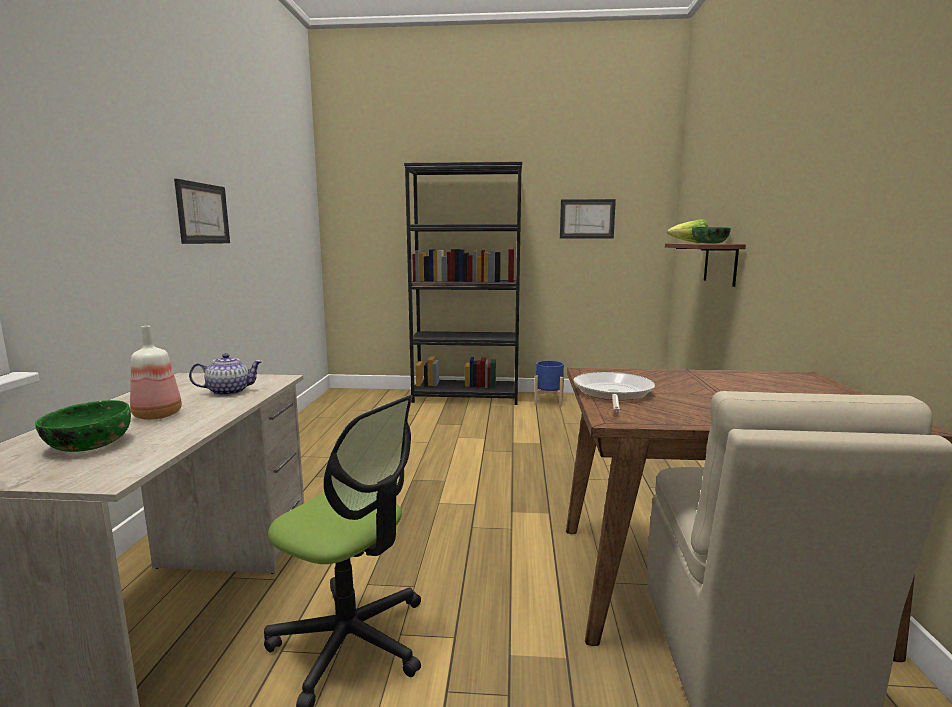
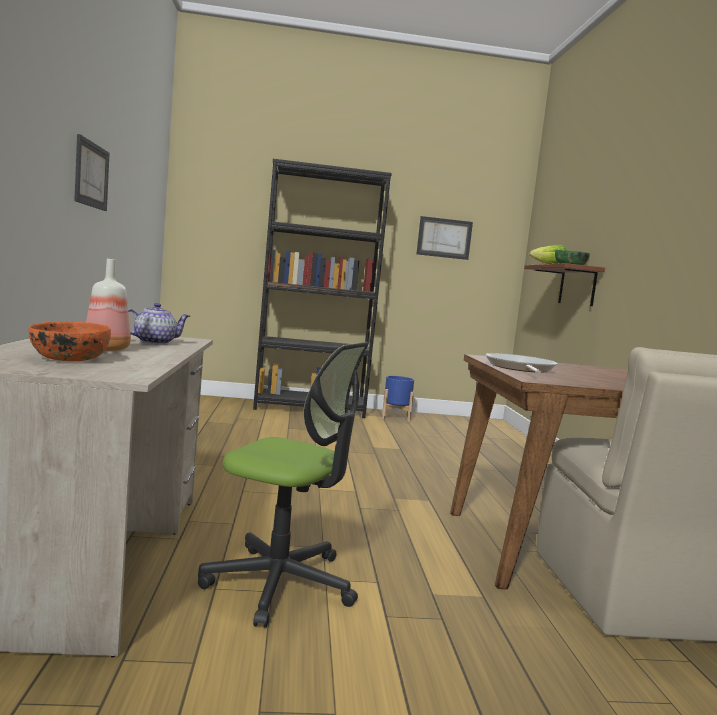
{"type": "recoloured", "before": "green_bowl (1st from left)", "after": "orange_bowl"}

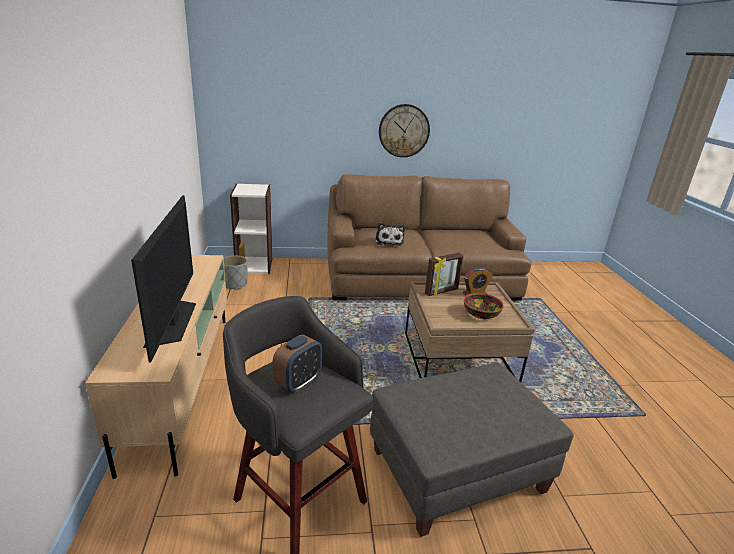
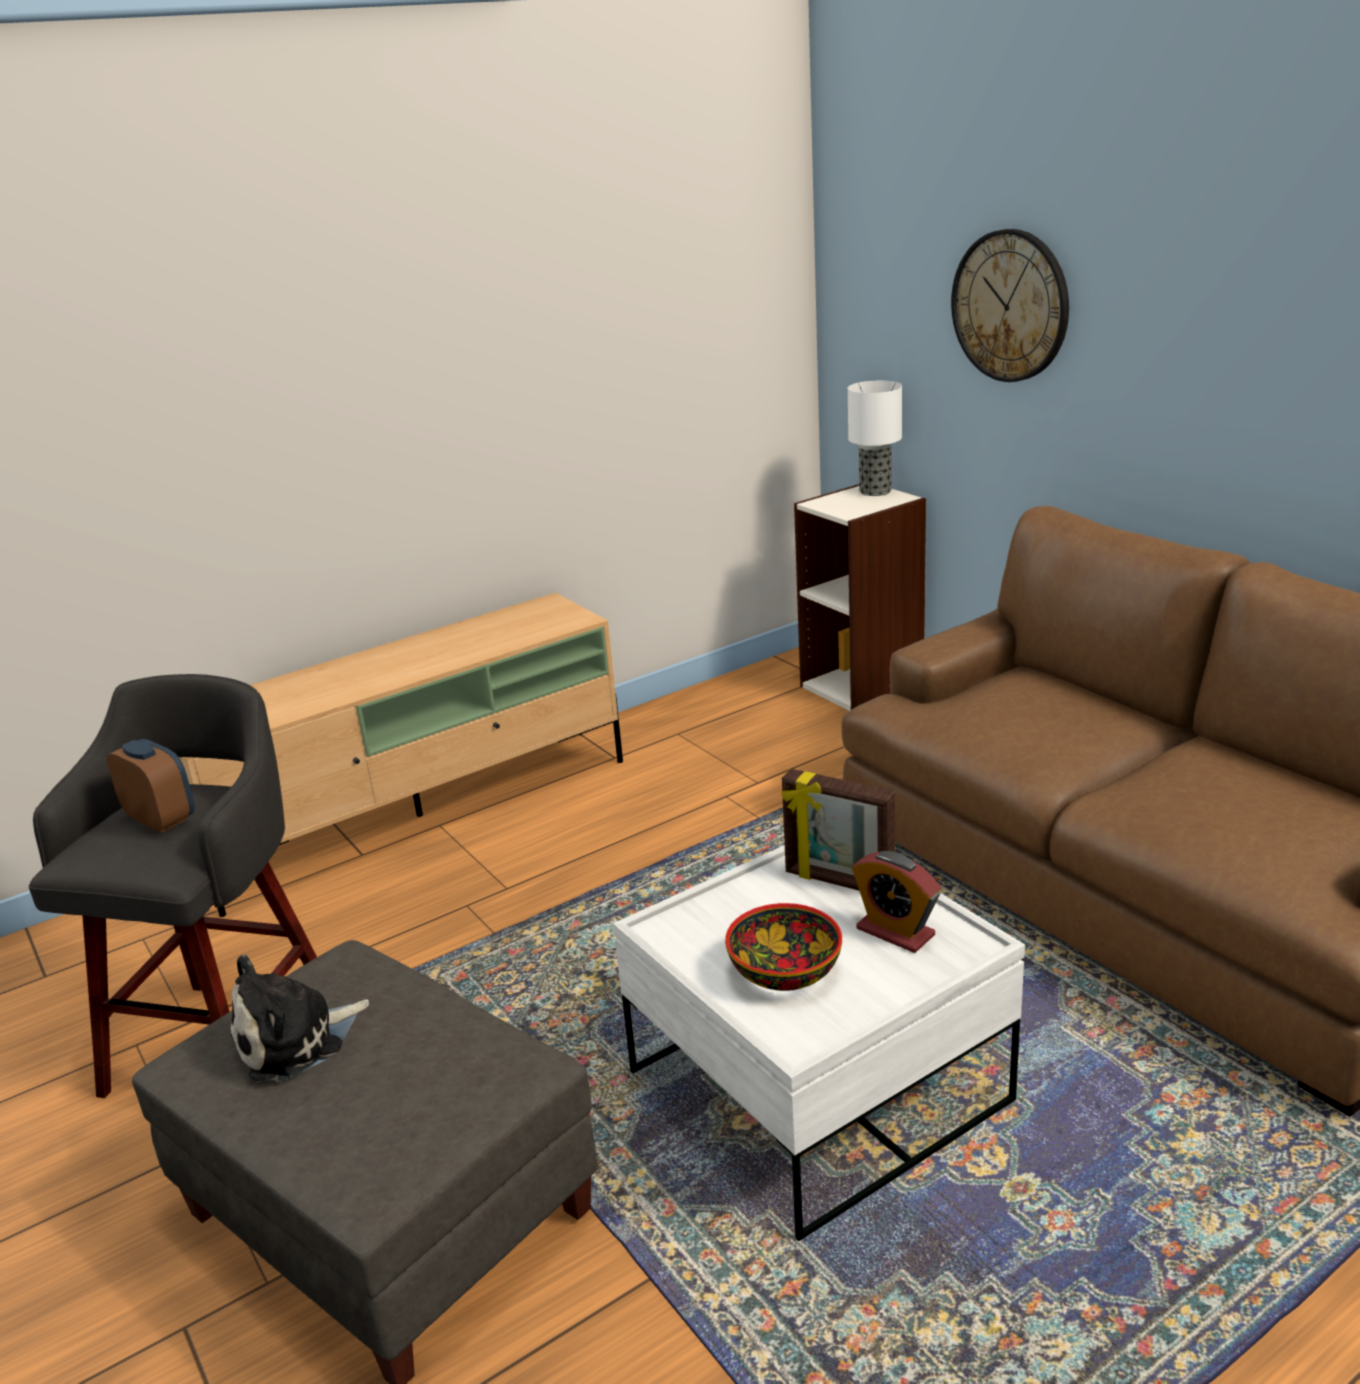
{"type": "moved", "before": "wall_clock"}
{"type": "removed", "before": "television"}
{"type": "moved", "before": "plush_toy"}
{"type": "removed", "before": "grey_planter"}
{"type": "recoloured", "before": "brown_coffee_table", "after": "white_coffee_table"}
{"type": "turned", "before": "alarm_clock (1st from left)", "turn": -150}
{"type": "added", "after": "table_lamp"}

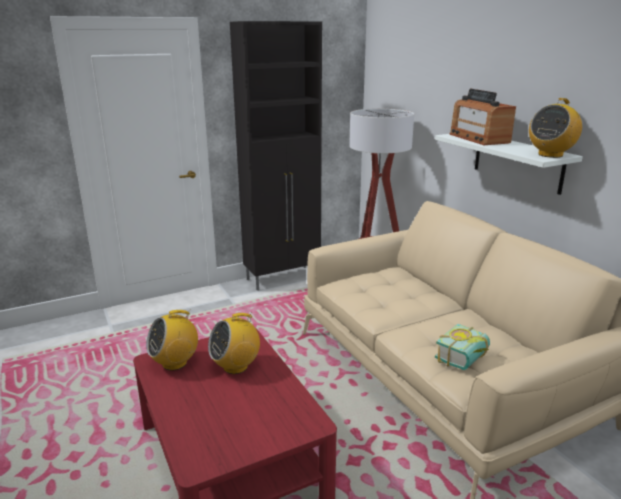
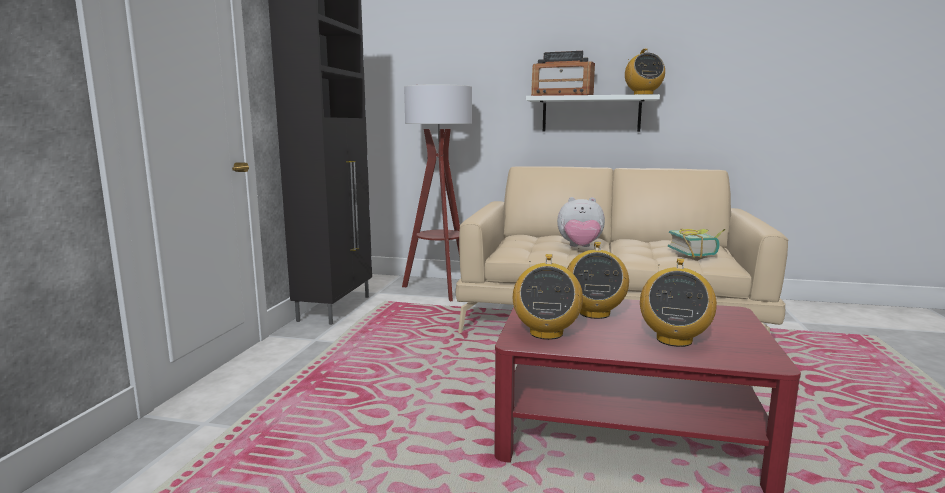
{"type": "added", "after": "plush_toy"}
{"type": "added", "after": "radio (5th from left)"}

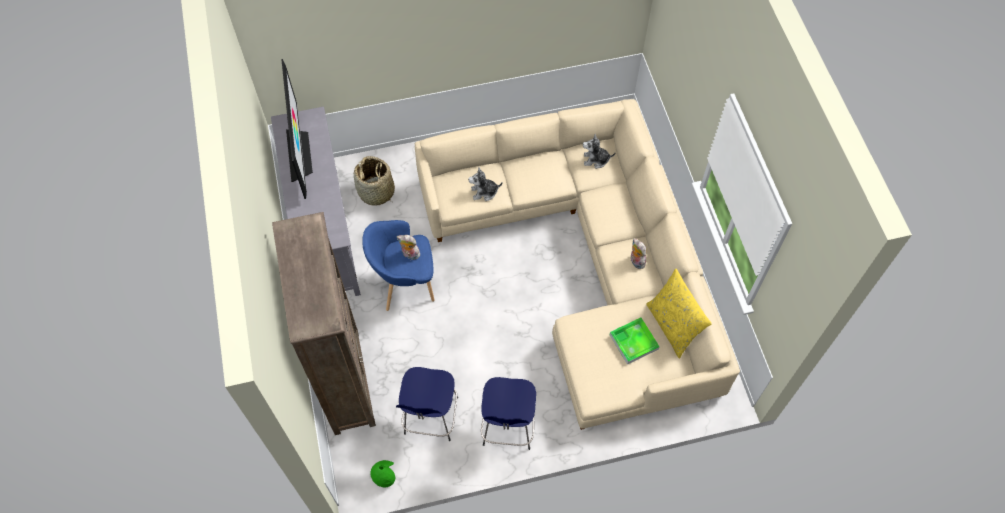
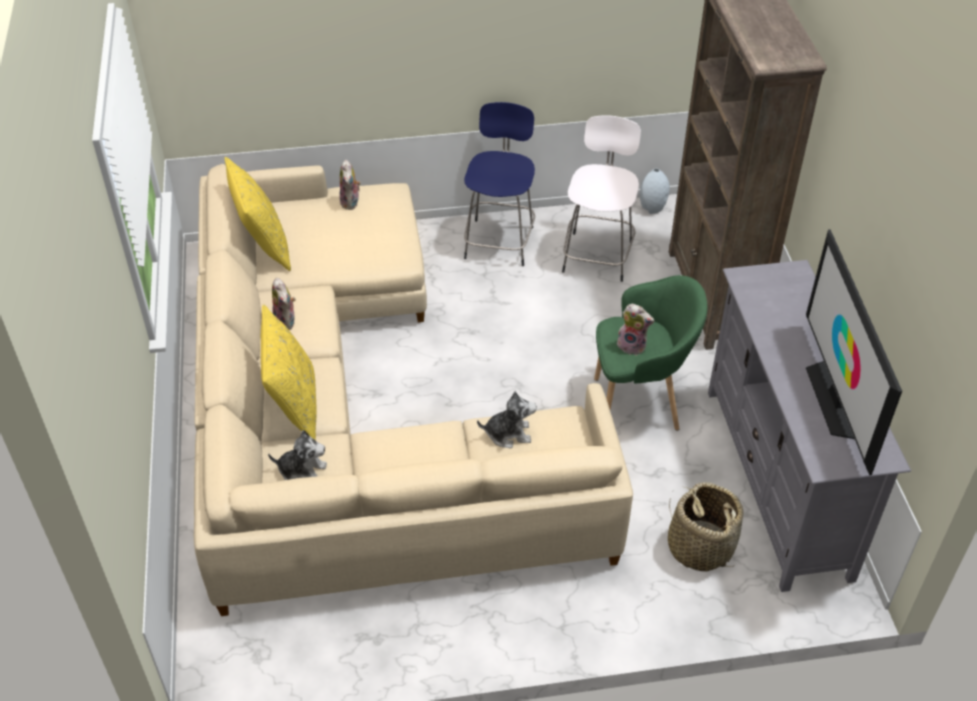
{"type": "recoloured", "before": "blue_armchair", "after": "green_armchair"}
{"type": "removed", "before": "tray"}
{"type": "recoloured", "before": "blue_stool (1st from left)", "after": "white_stool"}
{"type": "recoloured", "before": "green_vase", "after": "grey_vase"}
{"type": "added", "after": "plush_toy (3rd from left)"}
{"type": "added", "after": "yellow_pillow (2nd from left)"}

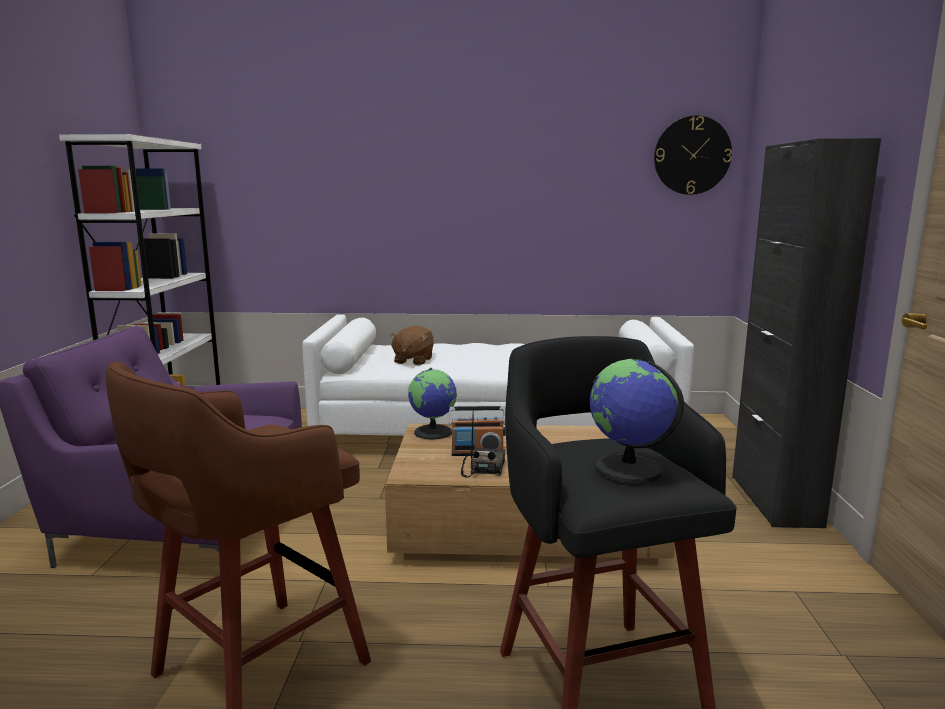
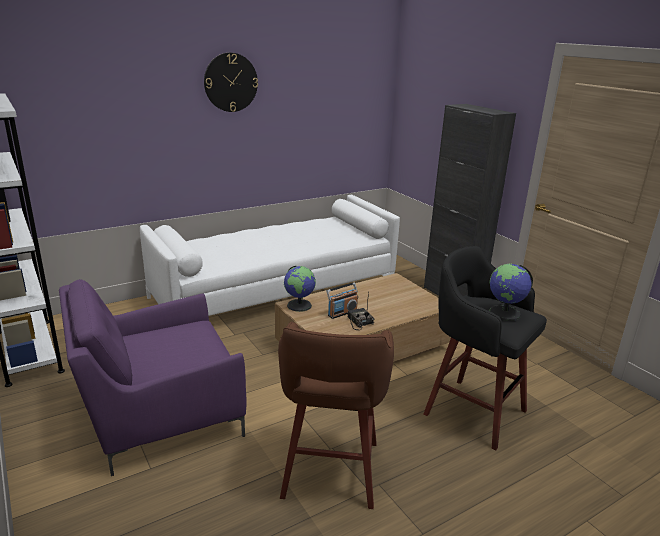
{"type": "moved", "before": "wall_clock"}
{"type": "removed", "before": "brown_plush_toy"}

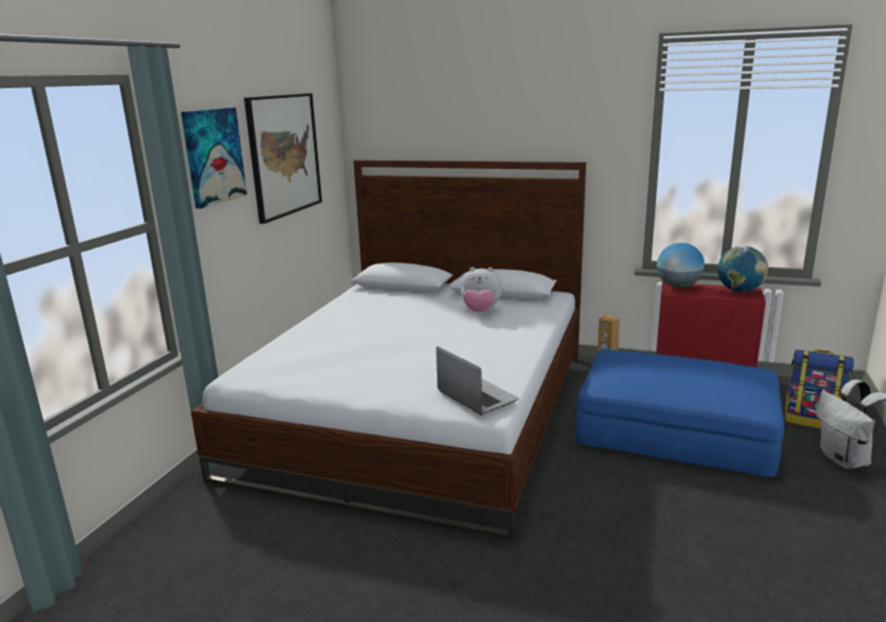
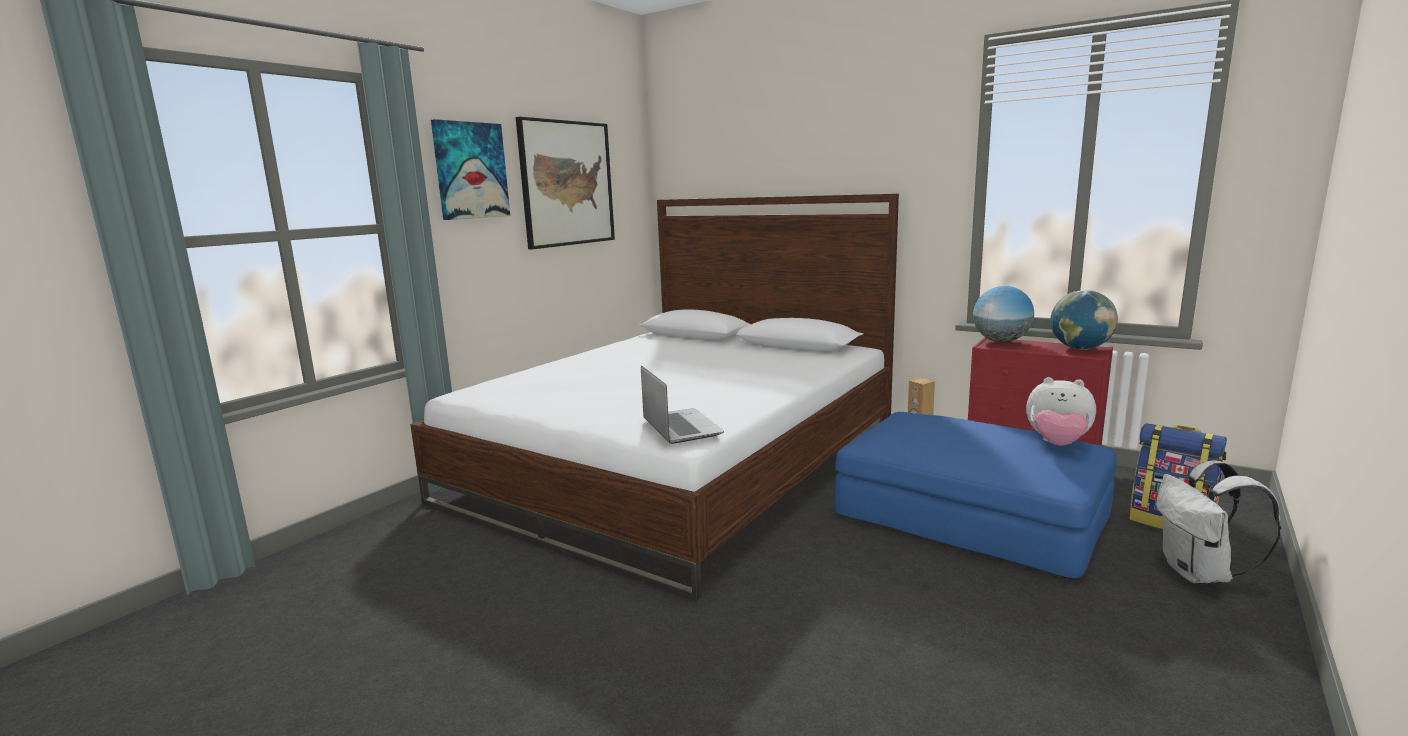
{"type": "moved", "before": "plush_toy"}

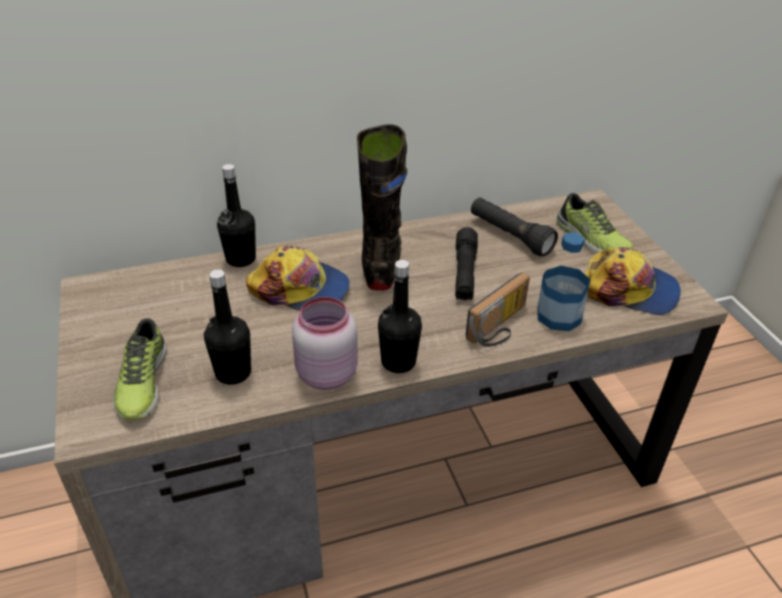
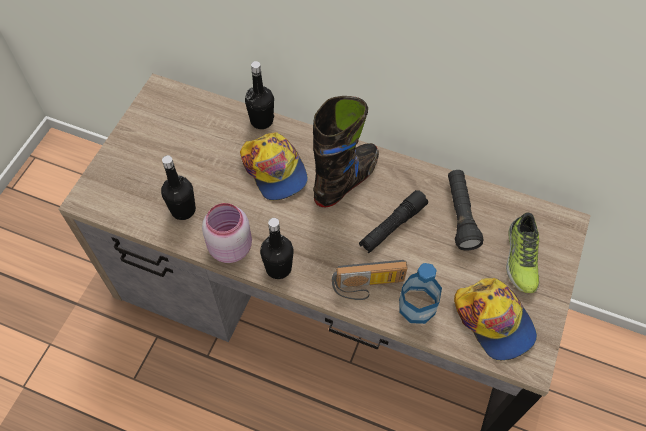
{"type": "removed", "before": "shoe (1st from left)"}

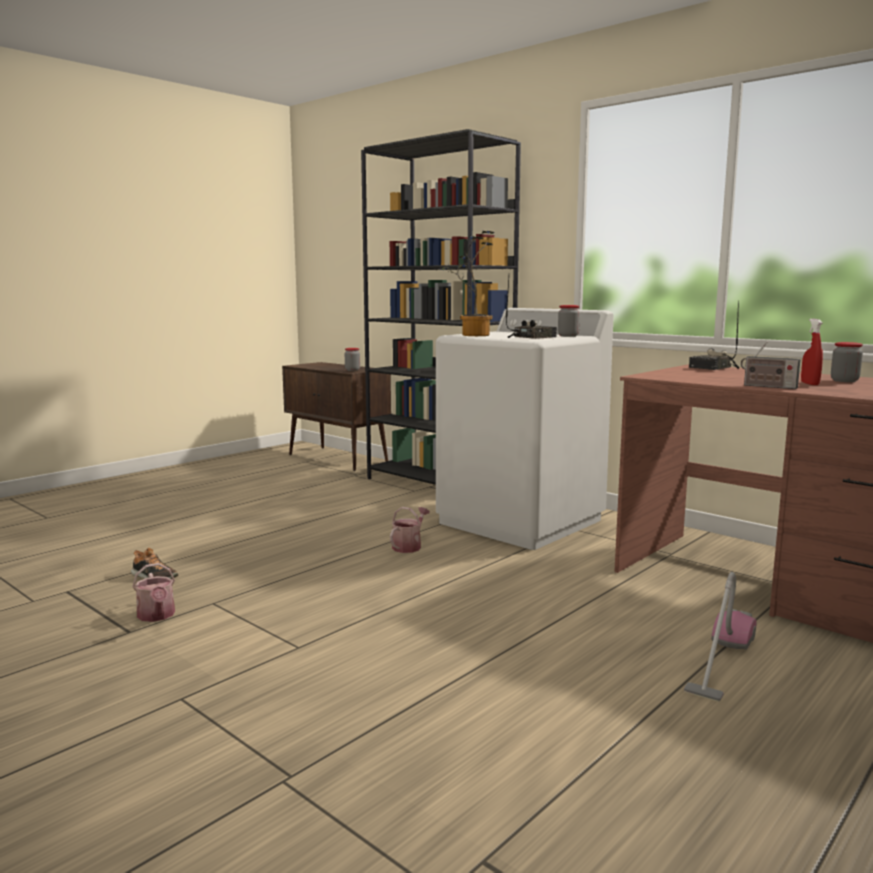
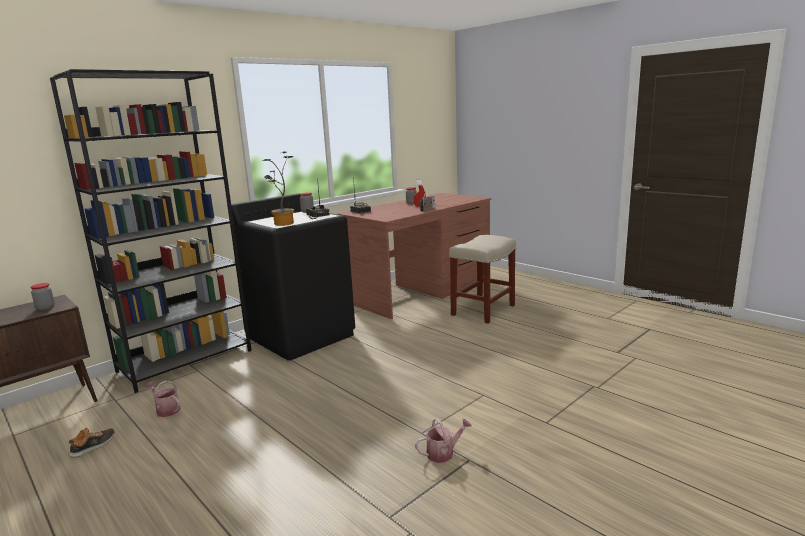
{"type": "recoloured", "before": "white_washing_machine", "after": "black_washing_machine"}
{"type": "moved", "before": "watering_can (2nd from left in the first image)", "after": "watering_can (1st from left)"}
{"type": "moved", "before": "shoe"}
{"type": "replaced", "before": "vacuum_cleaner", "after": "beige_stool"}

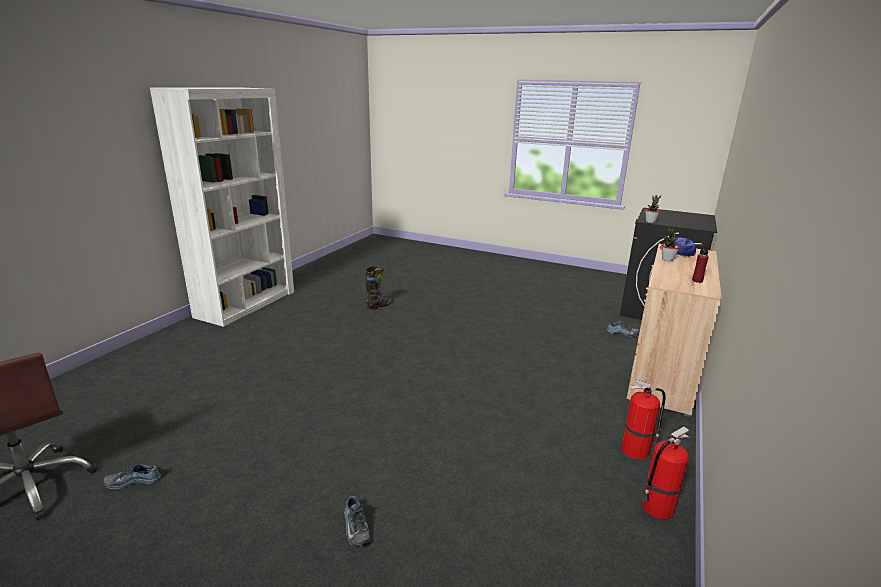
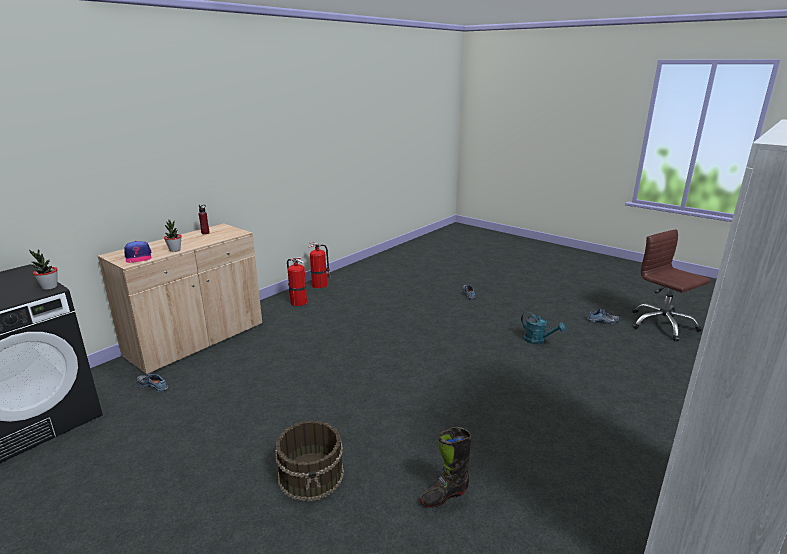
{"type": "added", "after": "turquoise_watering_can"}
{"type": "added", "after": "brown_bucket"}

